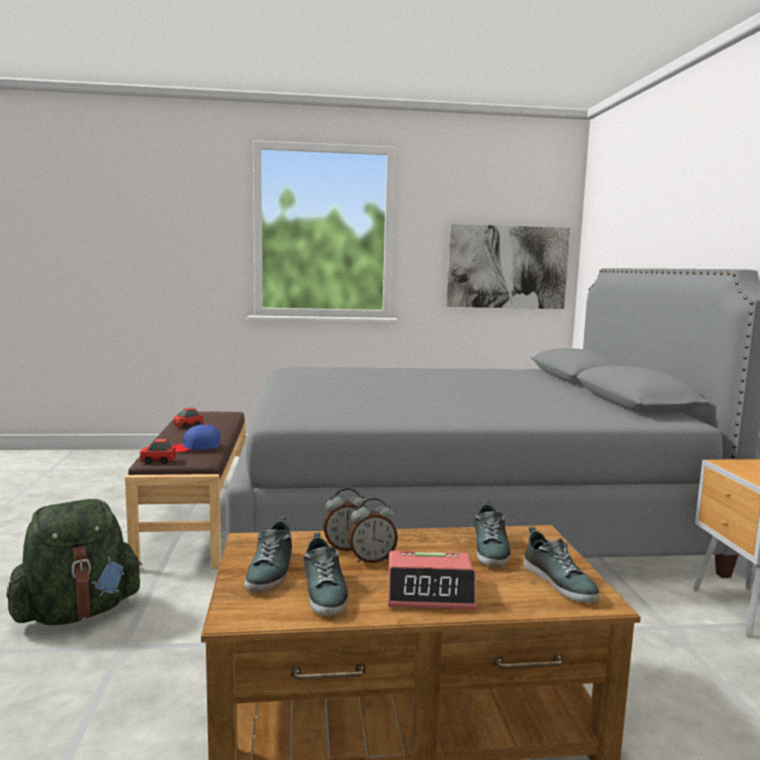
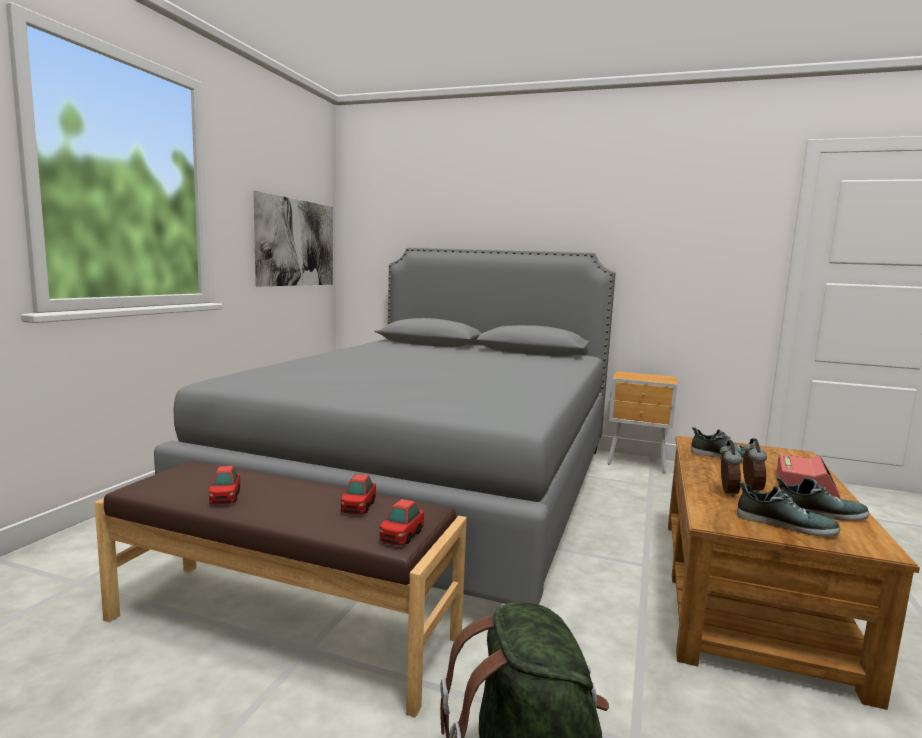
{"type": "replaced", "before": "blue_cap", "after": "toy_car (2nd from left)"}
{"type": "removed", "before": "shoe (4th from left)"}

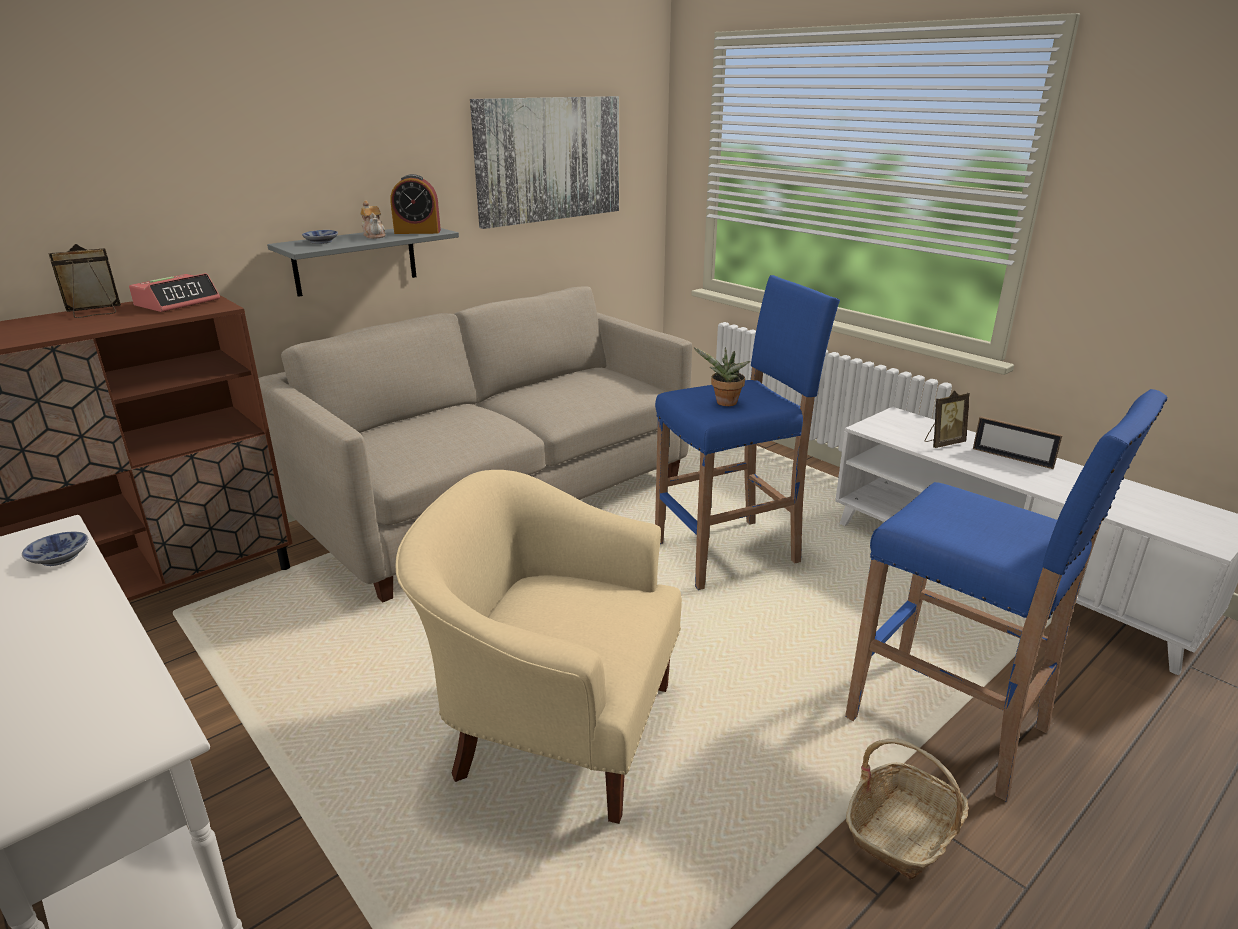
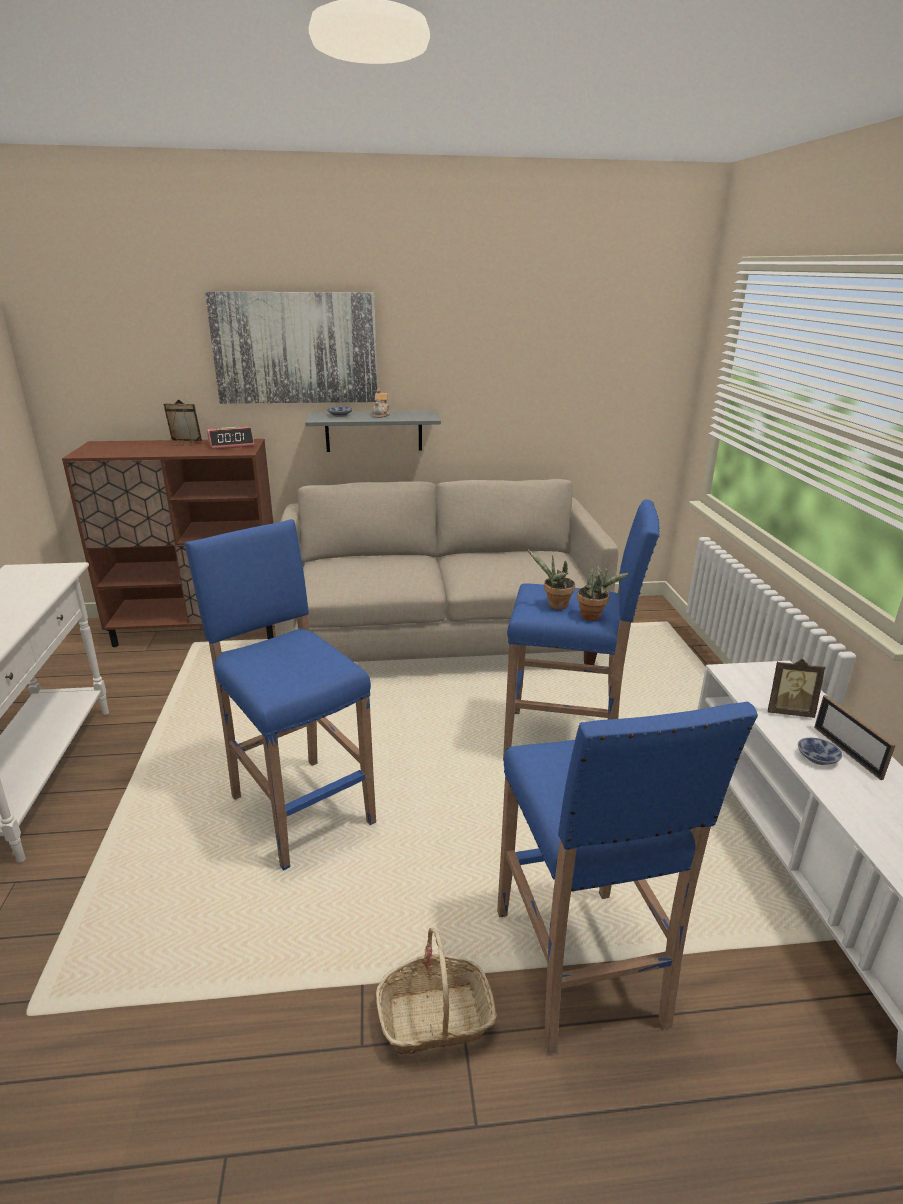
{"type": "moved", "before": "picture"}
{"type": "removed", "before": "alarm_clock (2nd from left)"}
{"type": "replaced", "before": "beige_armchair", "after": "blue_stool (1st from left)"}
{"type": "moved", "before": "bowl (1st from left in the first image)", "after": "bowl (2nd from left)"}
{"type": "added", "after": "potted_plant (2nd from left)"}

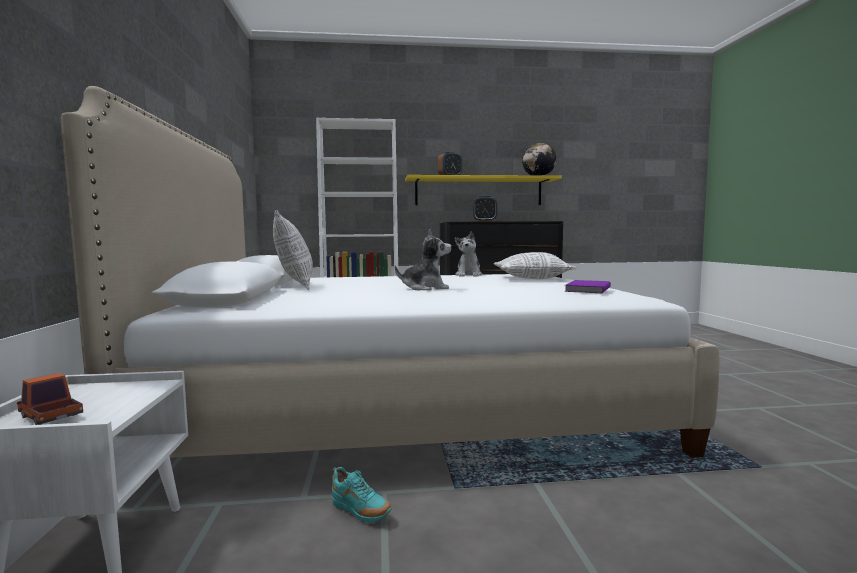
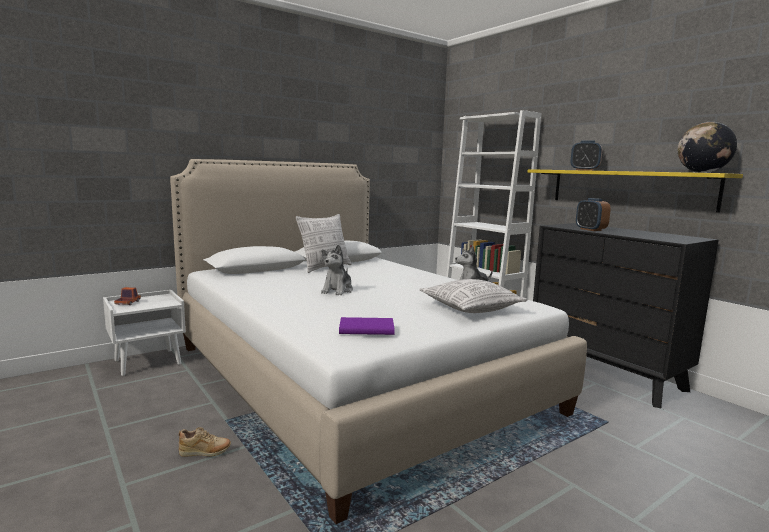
{"type": "turned", "before": "plush_toy (1st from left)", "turn": 60}
{"type": "removed", "before": "turquoise_shoe"}
{"type": "added", "after": "beige_shoe"}

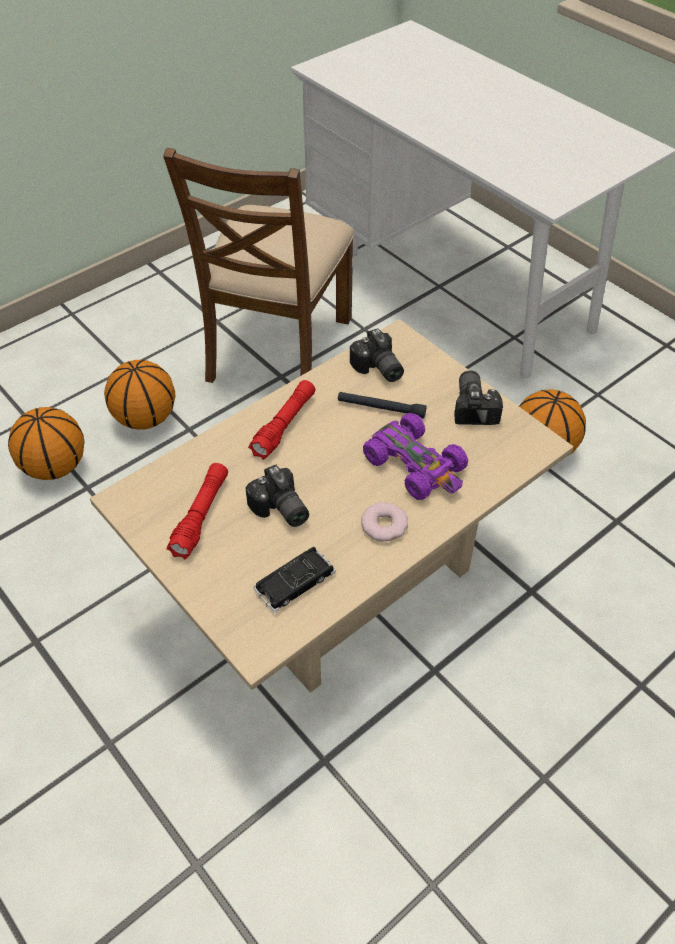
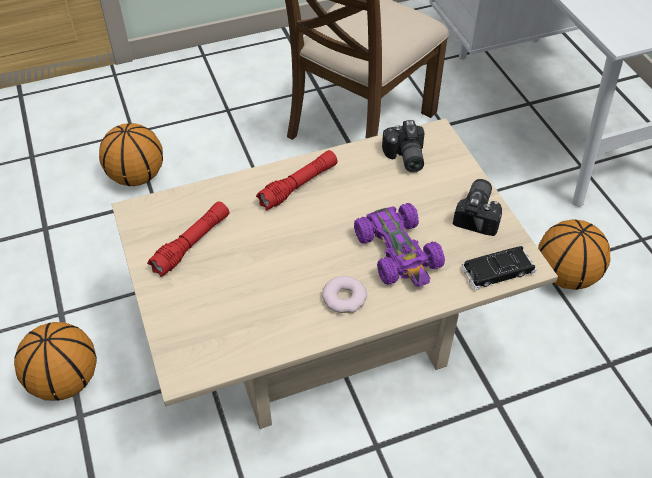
{"type": "moved", "before": "basketball (2nd from left in the first image)", "after": "basketball (1st from left)"}
{"type": "removed", "before": "black_flashlight"}
{"type": "removed", "before": "photo_camera (1st from left)"}
{"type": "moved", "before": "black_toy_car"}

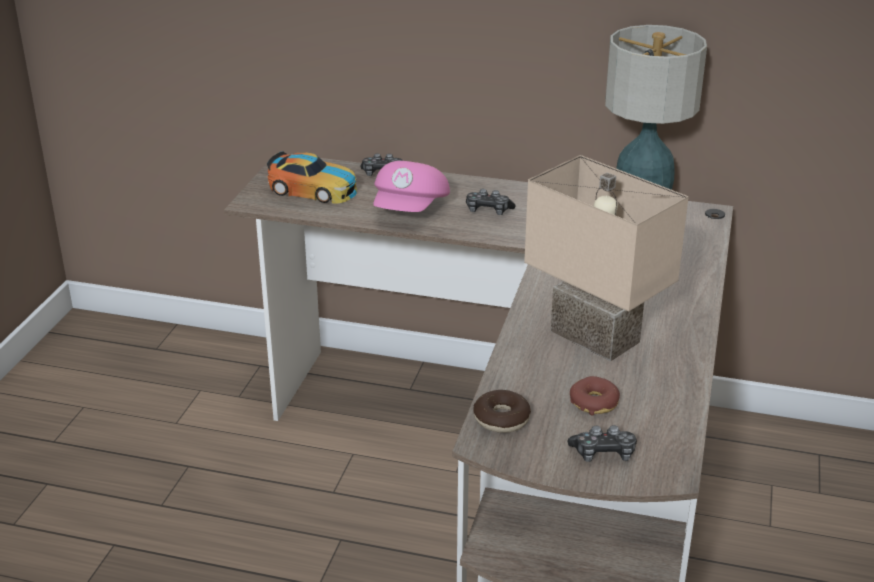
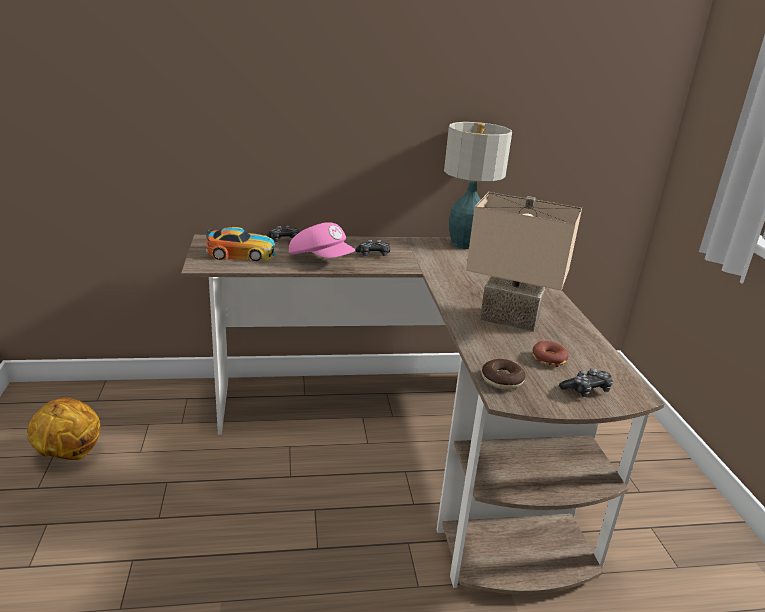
{"type": "turned", "before": "pink_cap", "turn": -45}
{"type": "added", "after": "basketball"}

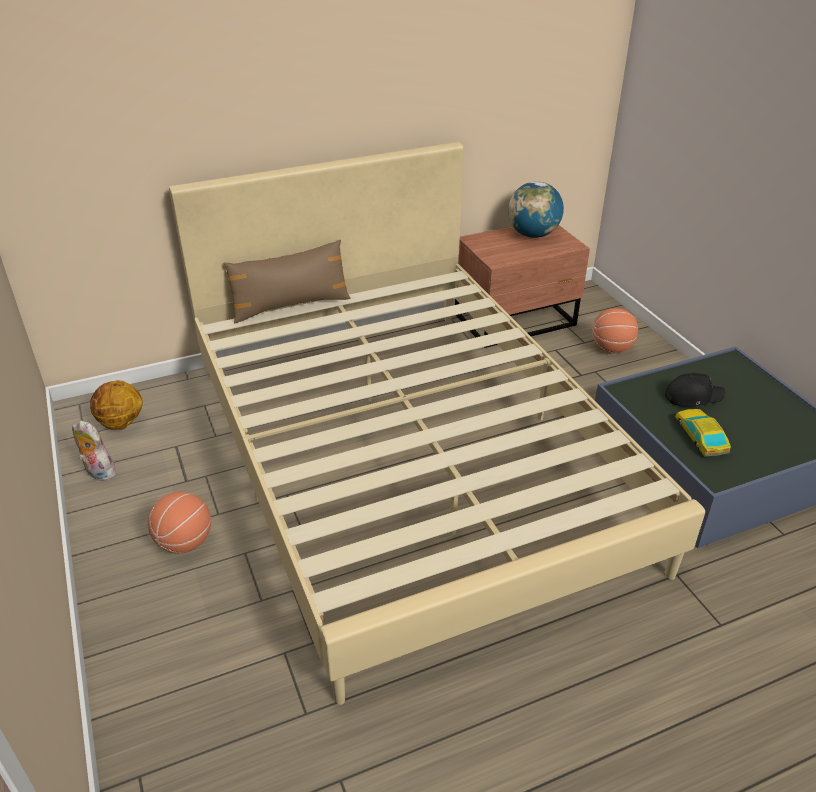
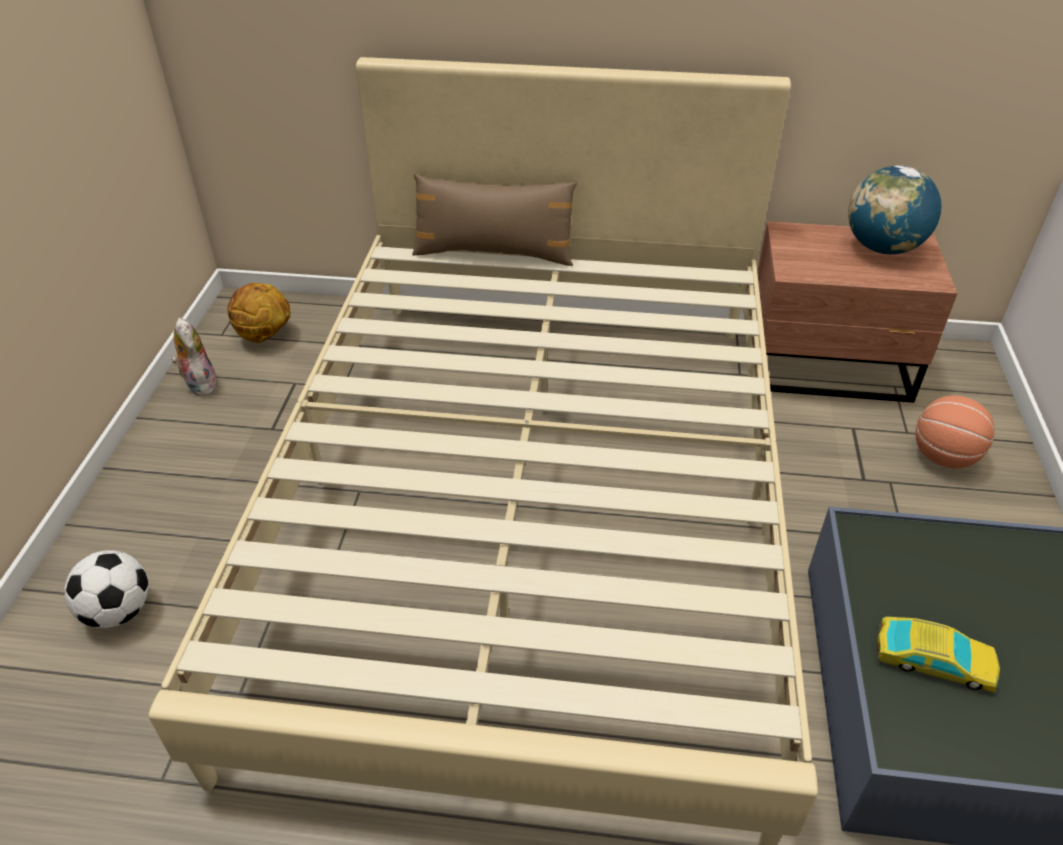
{"type": "removed", "before": "black_cap"}
{"type": "turned", "before": "toy_car", "turn": 90}
{"type": "removed", "before": "basketball (2nd from left)"}
{"type": "added", "after": "football"}

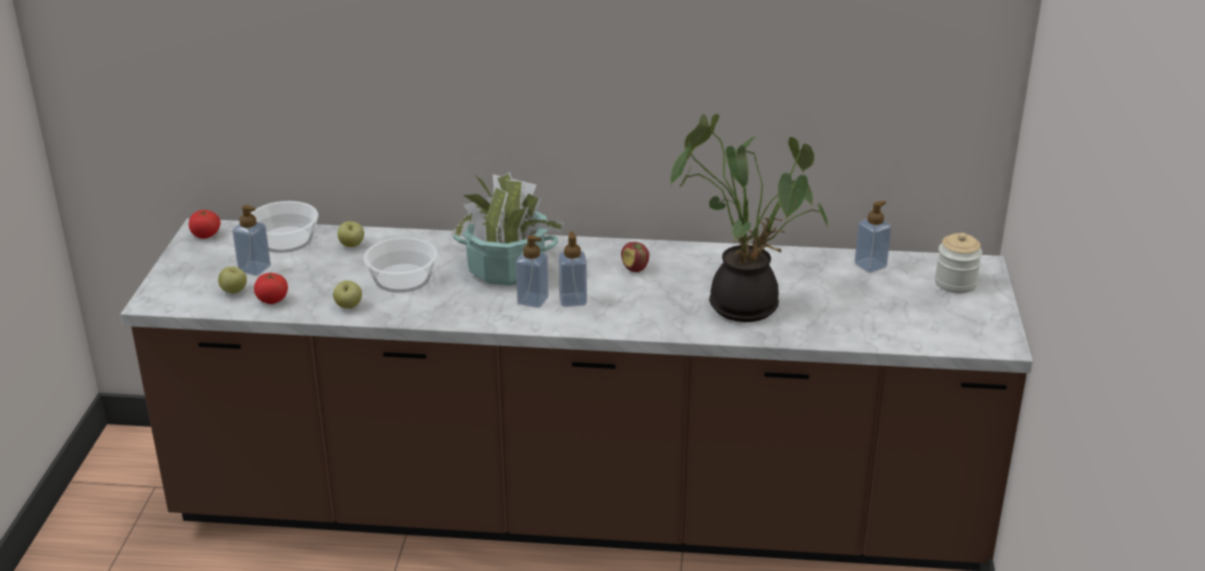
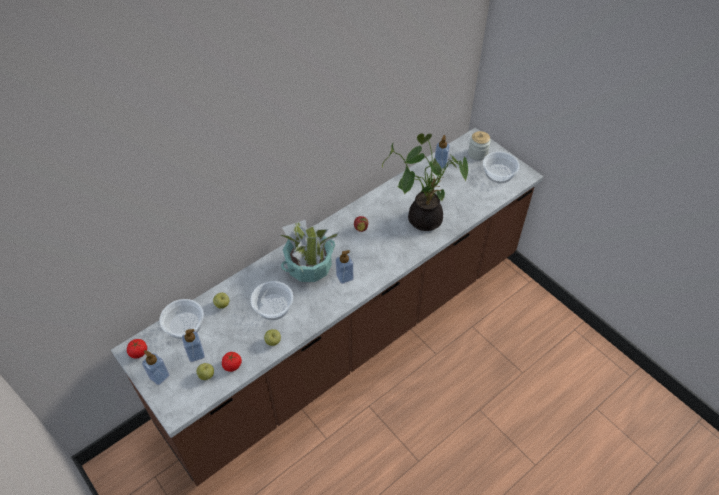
{"type": "moved", "before": "soap_dispenser (3rd from left in the first image)", "after": "soap_dispenser (1st from left)"}
{"type": "added", "after": "bowl (3rd from left)"}

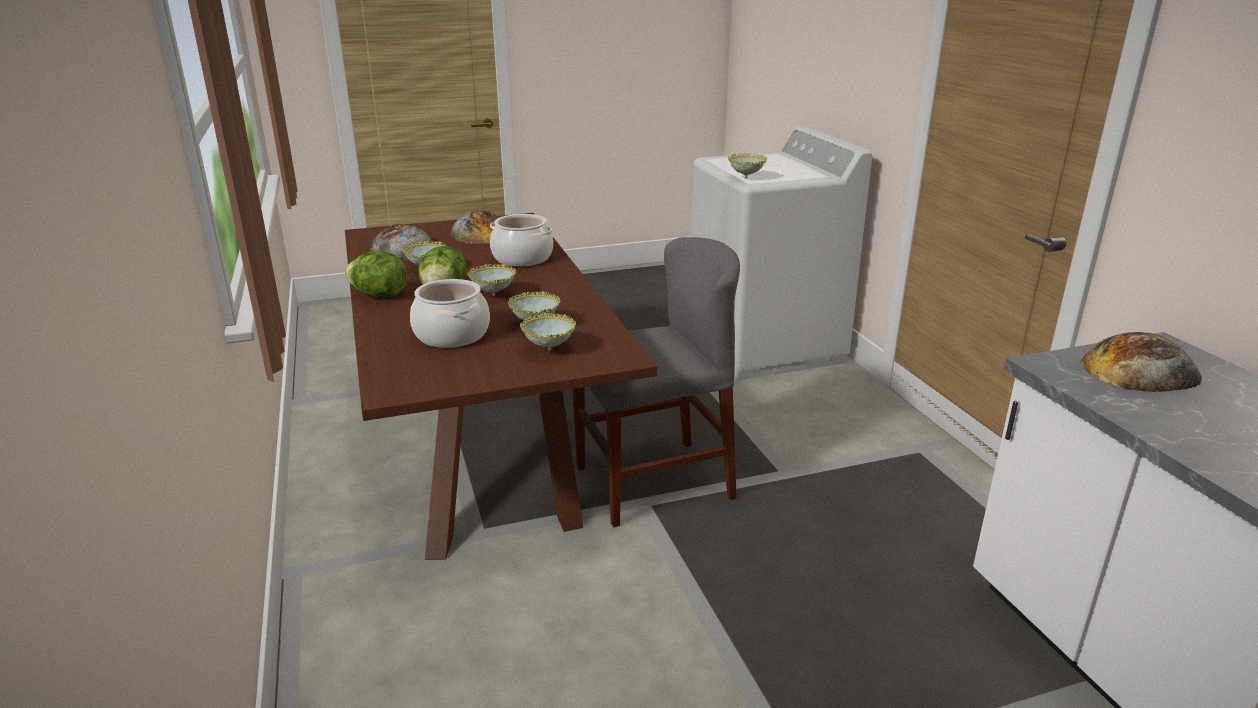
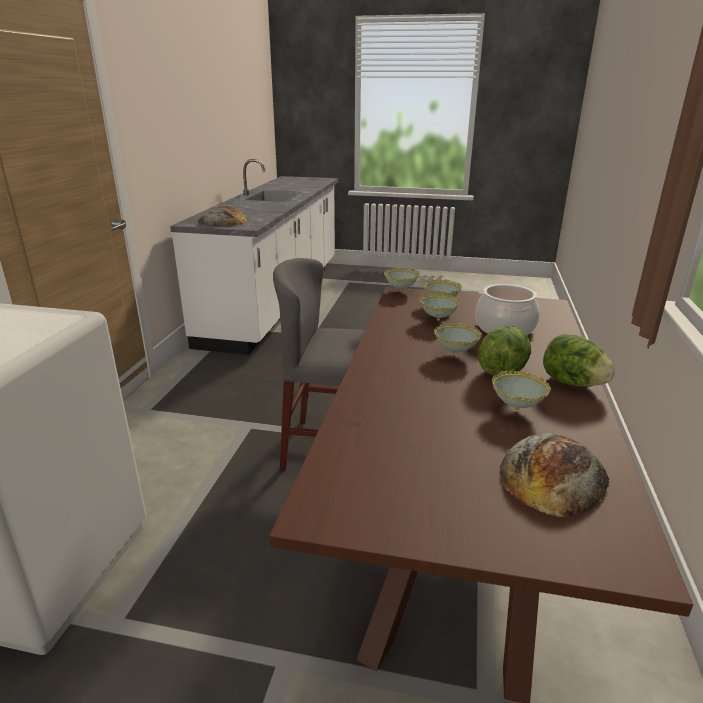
{"type": "moved", "before": "bowl (5th from left in the first image)", "after": "bowl (1st from left)"}
{"type": "removed", "before": "bread (2nd from left)"}
{"type": "removed", "before": "cooking_pot (2nd from left)"}

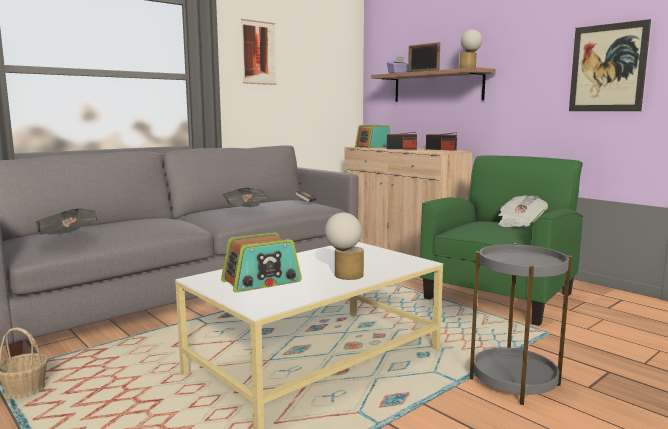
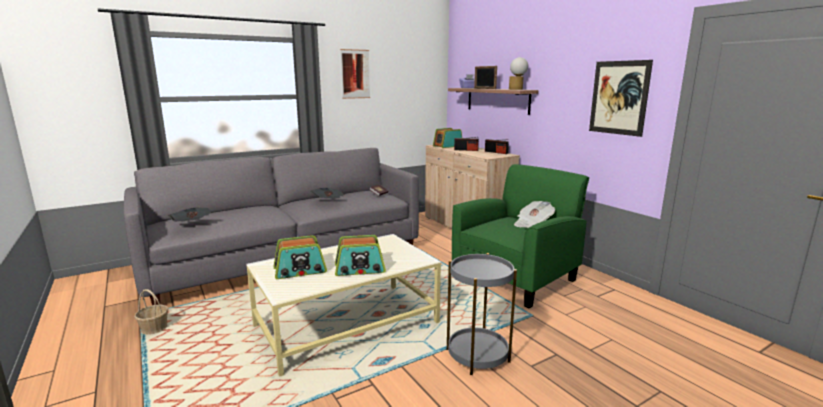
{"type": "replaced", "before": "table_lamp (1st from left)", "after": "radio (2nd from left)"}

